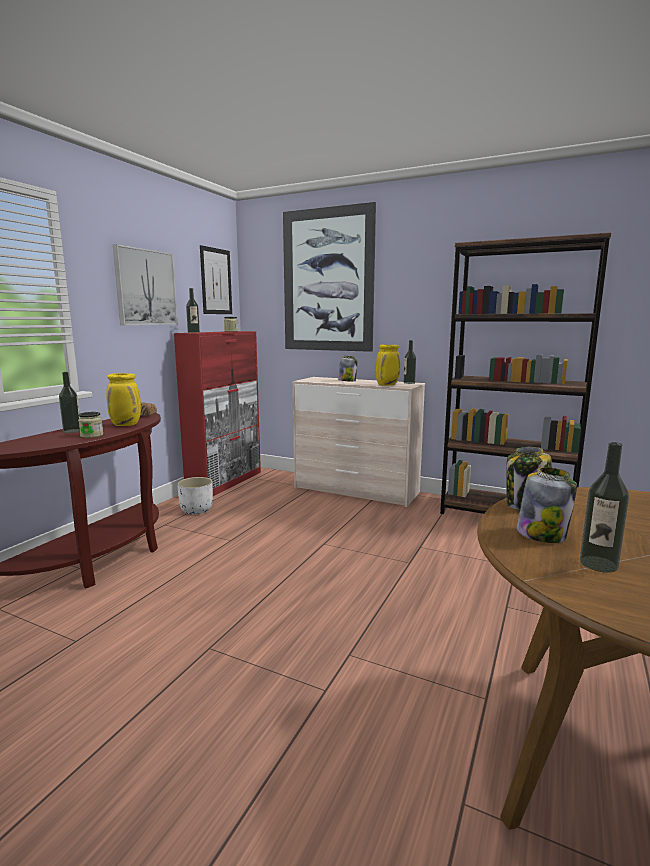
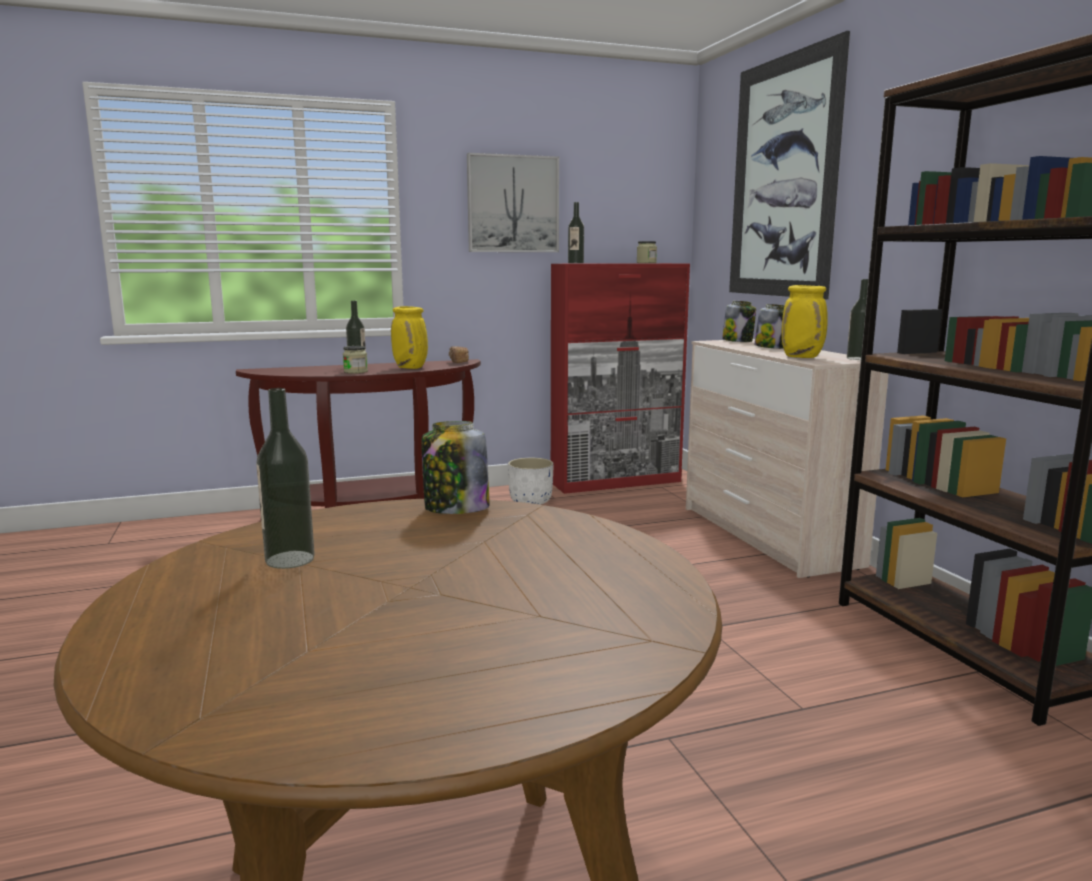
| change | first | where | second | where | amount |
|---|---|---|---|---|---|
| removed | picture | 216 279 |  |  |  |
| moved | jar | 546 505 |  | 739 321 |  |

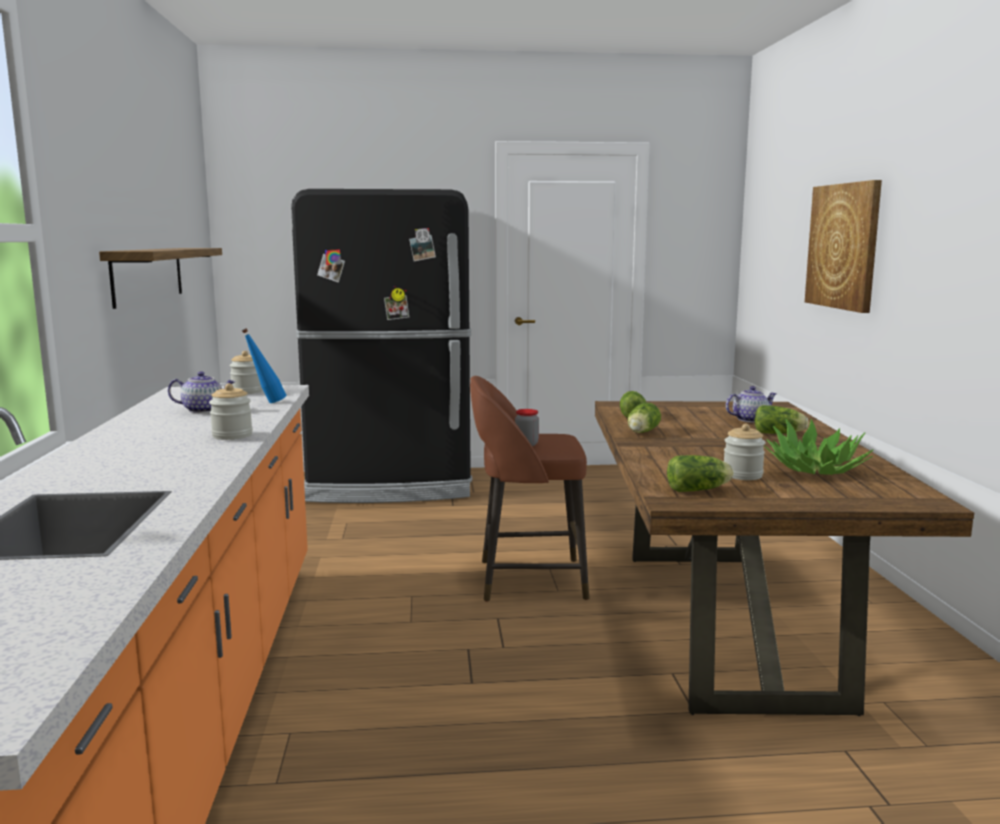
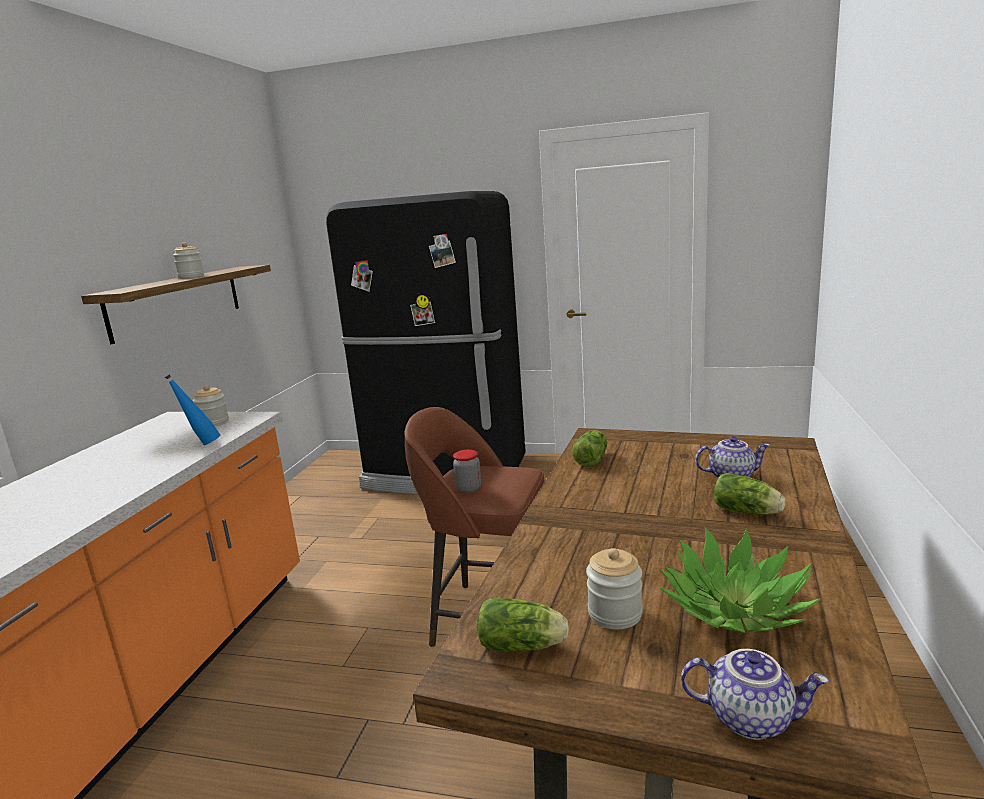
| change | first | where | second | where | amount |
|---|---|---|---|---|---|
| moved | teapot | 201 392 |  | 755 694 |  |
| moved | jar | 231 411 |  | 188 260 |  |
| removed | lettuce | 644 417 |  |  |  |
| removed | picture | 843 246 |  |  |  |

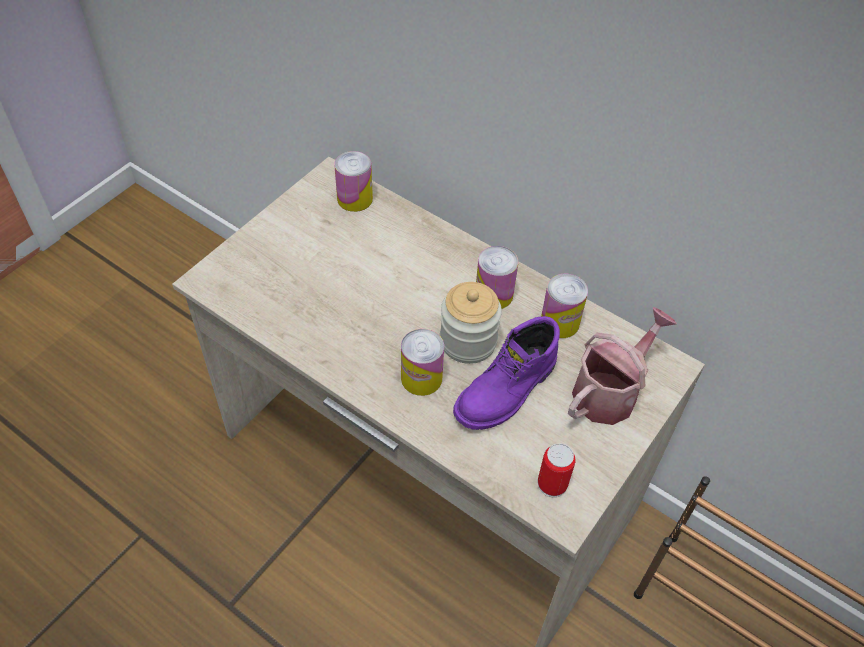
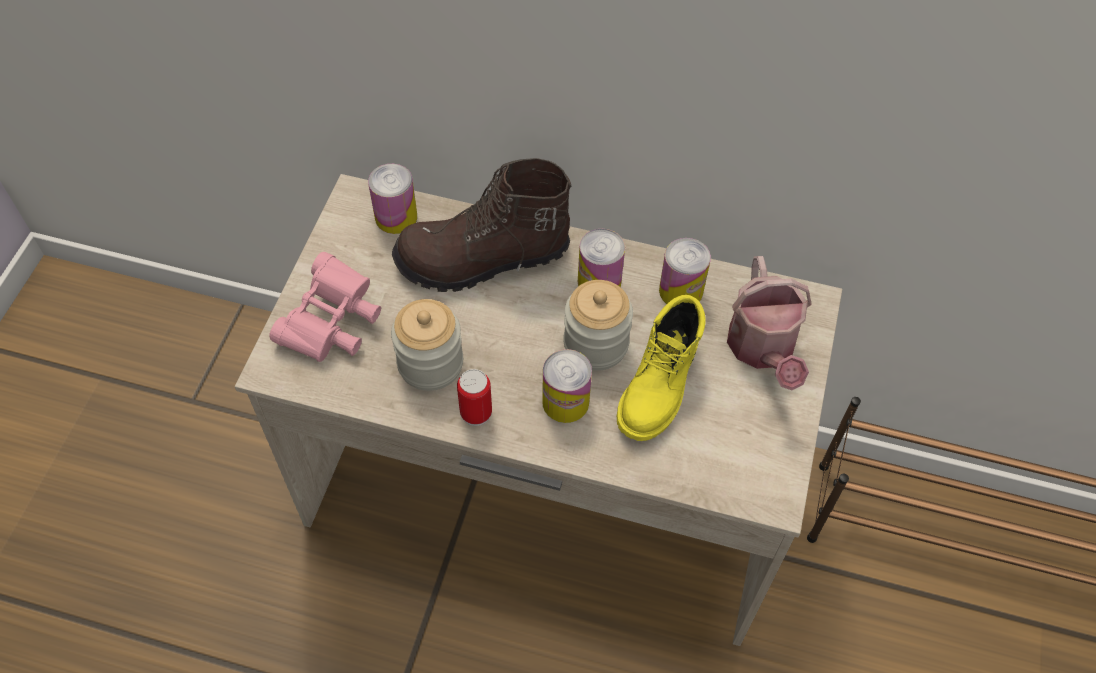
| change | first | where | second | where | amount |
|---|---|---|---|---|---|
| recoloured | purple boot | 506 373 | yellow boot | 660 368 |  |
| moved | can | 557 470 |  | 474 397 |  |
| turned | watering can | 622 366 |  | 769 323 | 150 degrees clockwise |
| added |  |  | pink binoculars | 325 307 |  |
| added |  |  | jar | 427 345 |  |
| added |  |  | brown boot | 481 225 |  |

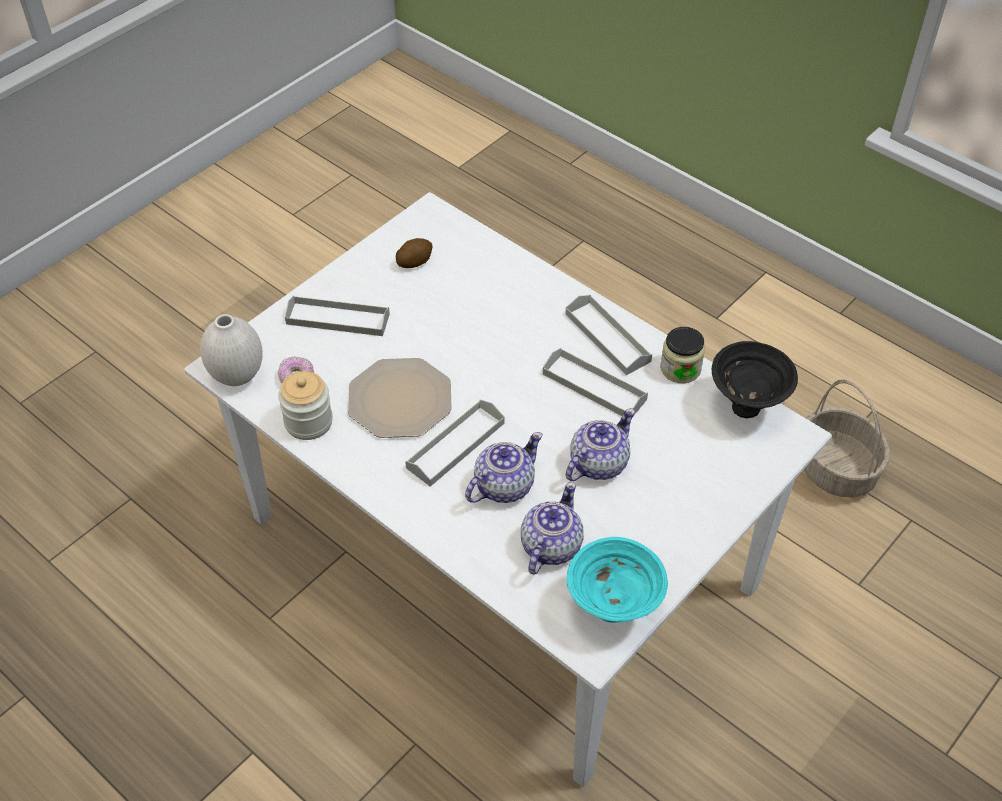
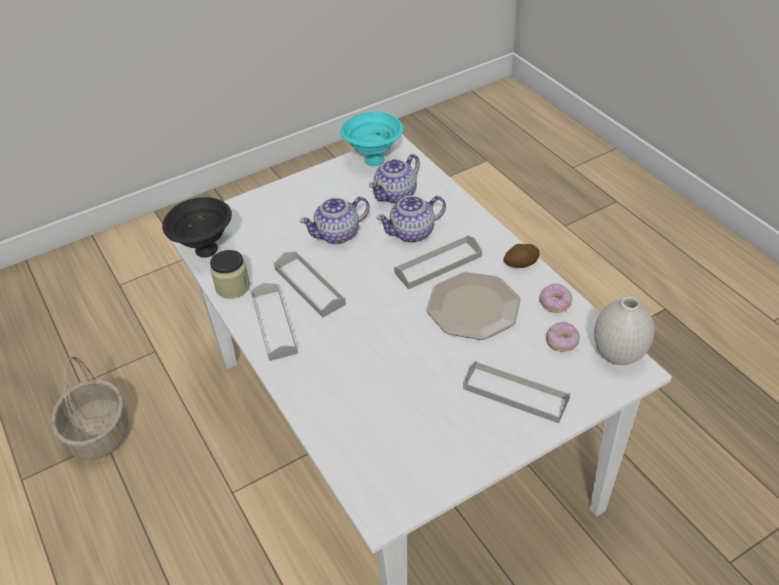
| change | first | where | second | where | amount |
|---|---|---|---|---|---|
| replaced | jar | 305 405 | donut | 555 298 |  |
| moved | potato | 414 253 |  | 522 256 |  |

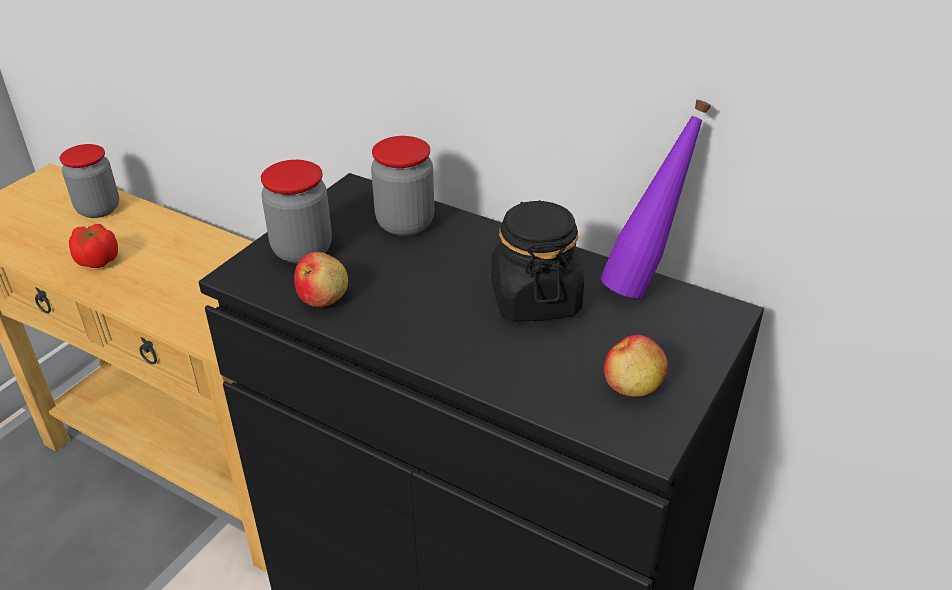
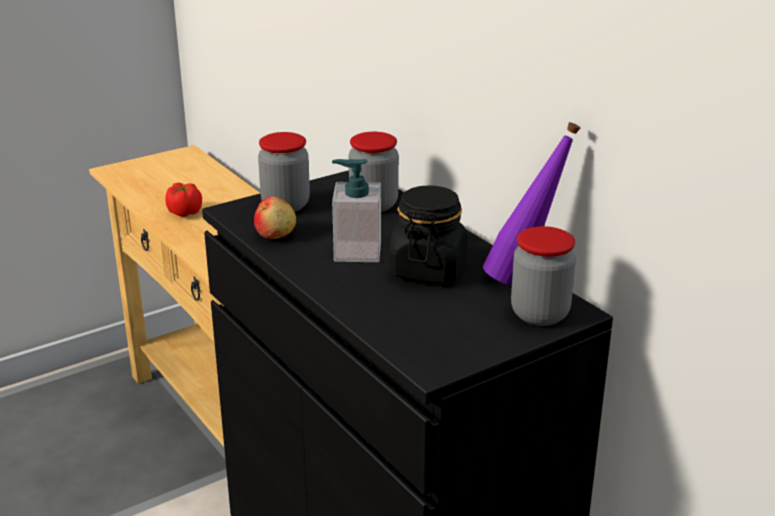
| change | first | where | second | where | amount |
|---|---|---|---|---|---|
| moved | jar | 89 181 |  | 543 276 |  |
| removed | apple | 636 366 |  |  |  |
| added |  |  | soap dispenser | 356 210 |  |

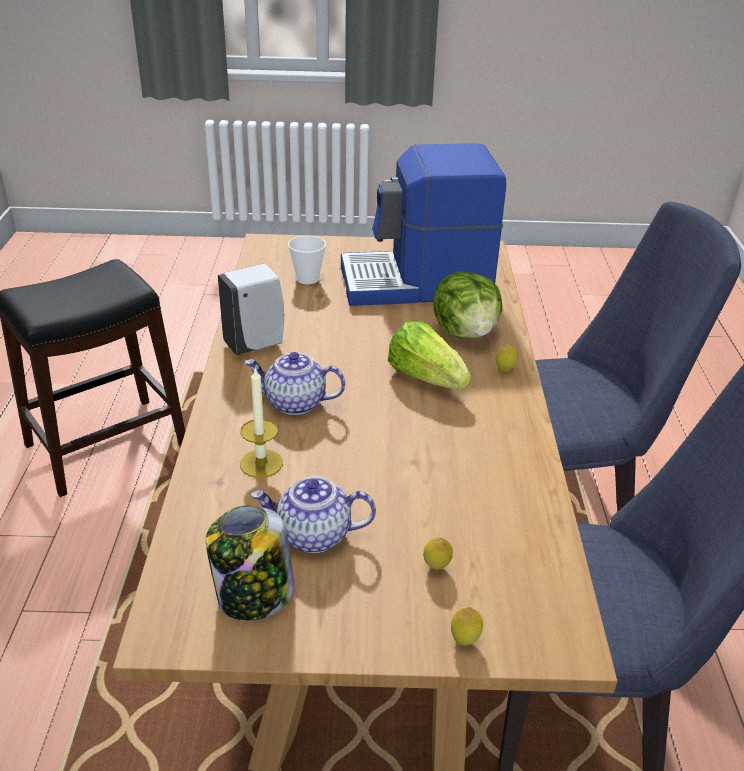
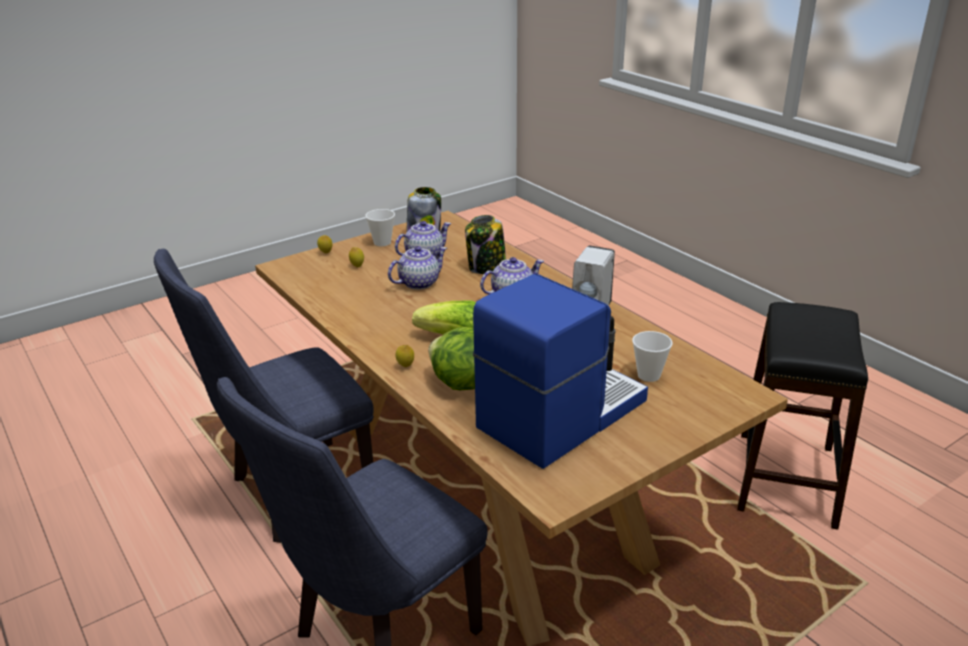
| change | first | where | second | where | amount |
|---|---|---|---|---|---|
| replaced | candle | 261 422 | jar | 485 244 |  |
| added |  |  | cup | 380 227 |  |
| added |  |  | teapot | 417 268 |  |

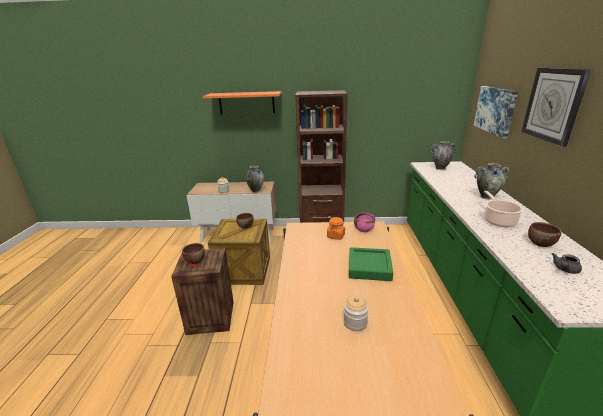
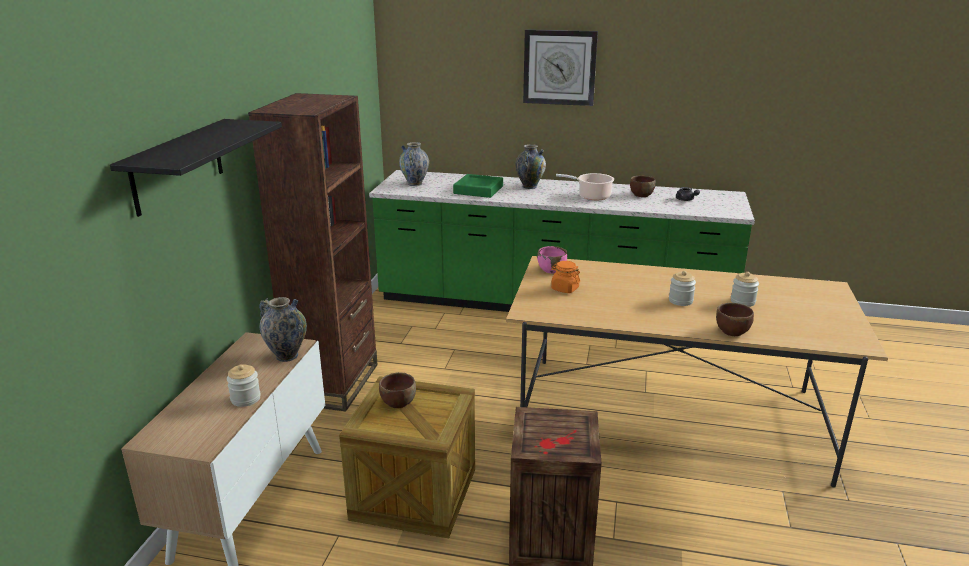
| change | first | where | second | where | amount |
|---|---|---|---|---|---|
| moved | brown bowl | 193 253 |  | 735 319 |  |
| recoloured | orange shelf | 242 103 | black shelf | 196 168 |  |
| moved | green tray | 371 264 |  | 478 186 |  |
| removed | picture | 496 112 |  |  |  |
| added |  |  | jar | 682 288 |  |

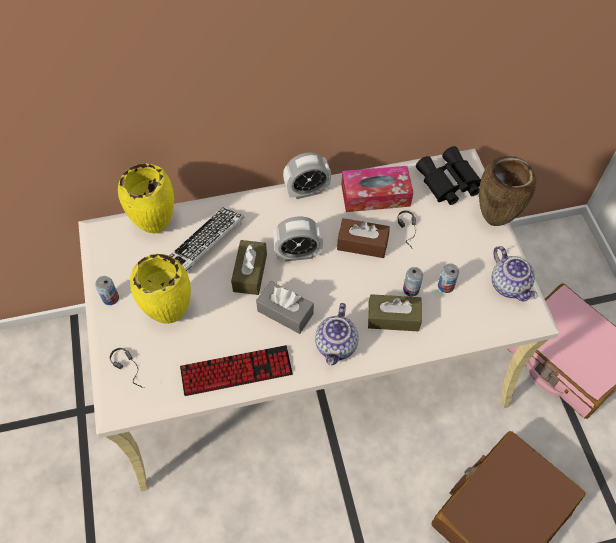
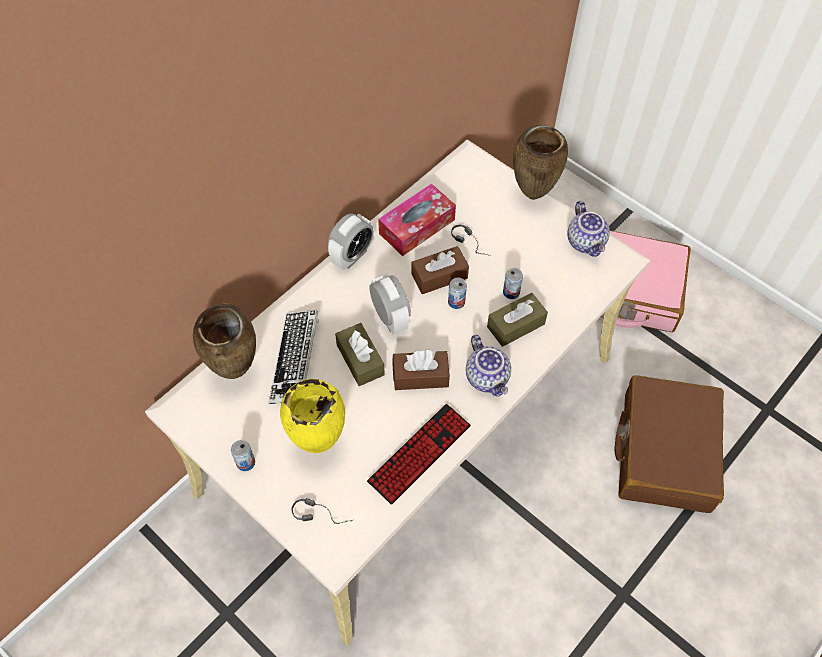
| change | first | where | second | where | amount |
|---|---|---|---|---|---|
| recoloured | yellow vase | 146 198 | brown vase | 224 341 |  |
| recoloured | grey tissue box | 285 307 | brown tissue box | 421 370 |  |
| turned | alarm clock | 298 239 |  | 390 304 | 75 degrees counterclockwise |
| removed | black binoculars | 448 175 |  |  |  |
| moved | can | 448 278 |  | 457 293 |  |
| turned | teapot | 515 273 |  | 588 229 | 45 degrees clockwise |

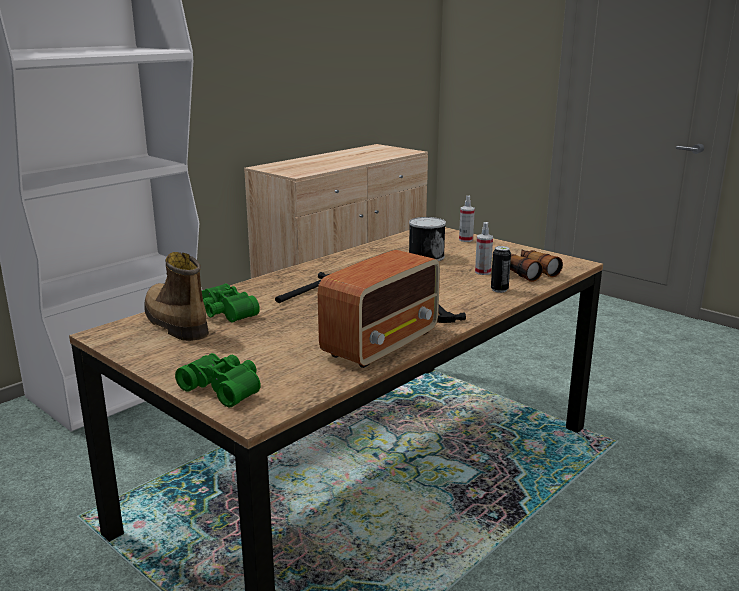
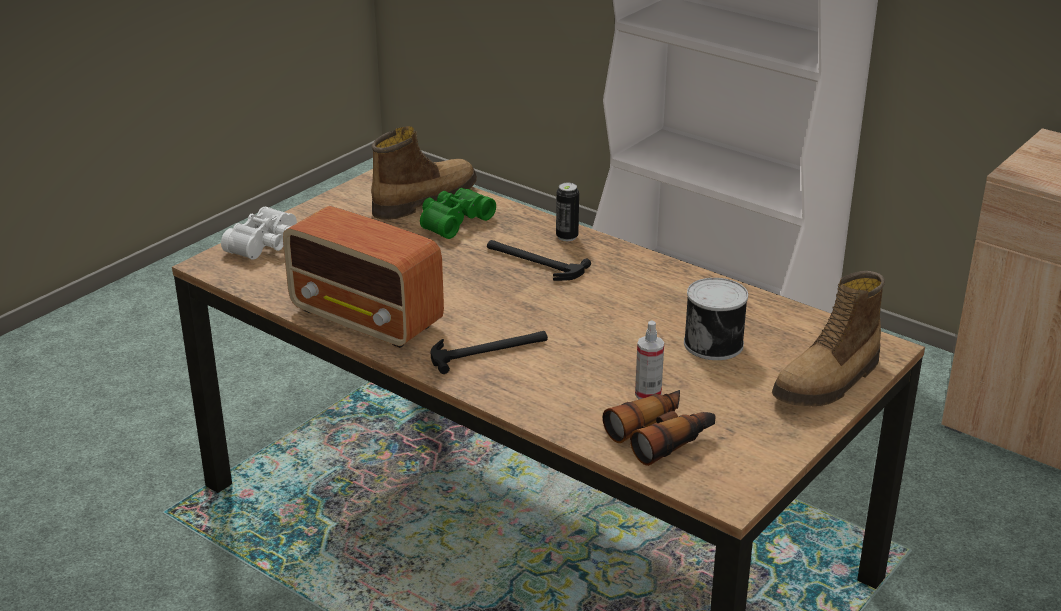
| change | first | where | second | where | amount |
|---|---|---|---|---|---|
| recoloured | green binoculars | 218 380 | white binoculars | 259 233 |  |
| replaced | spray bottle | 467 218 | boot | 828 338 |  |
| moved | can | 501 269 |  | 567 211 |  |

